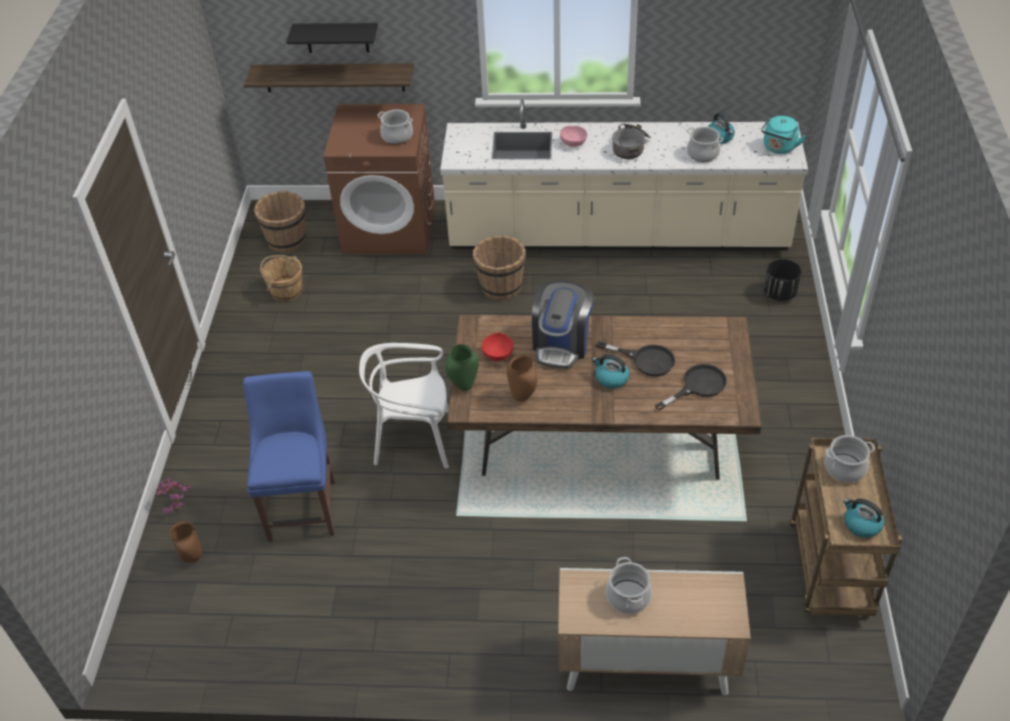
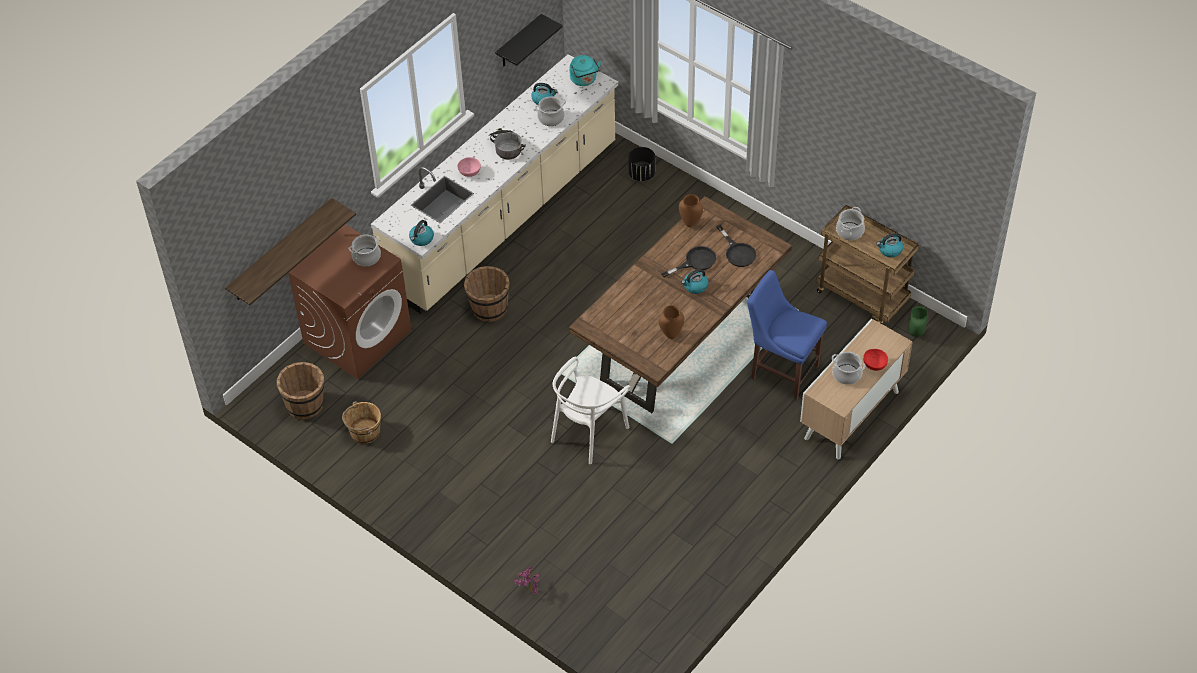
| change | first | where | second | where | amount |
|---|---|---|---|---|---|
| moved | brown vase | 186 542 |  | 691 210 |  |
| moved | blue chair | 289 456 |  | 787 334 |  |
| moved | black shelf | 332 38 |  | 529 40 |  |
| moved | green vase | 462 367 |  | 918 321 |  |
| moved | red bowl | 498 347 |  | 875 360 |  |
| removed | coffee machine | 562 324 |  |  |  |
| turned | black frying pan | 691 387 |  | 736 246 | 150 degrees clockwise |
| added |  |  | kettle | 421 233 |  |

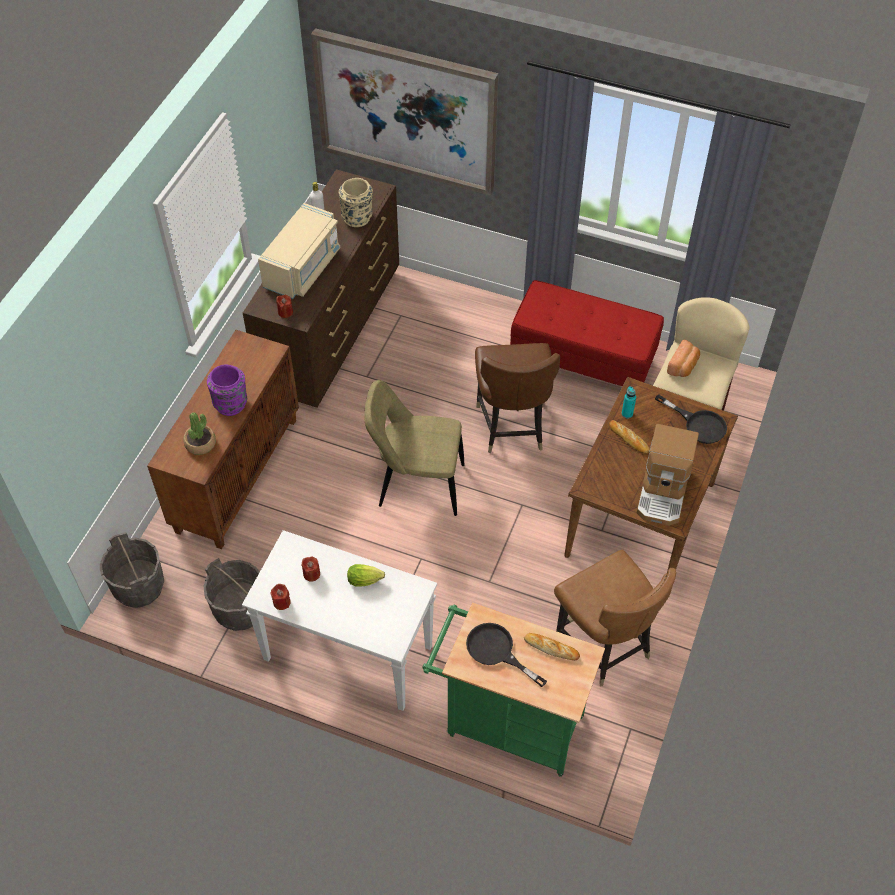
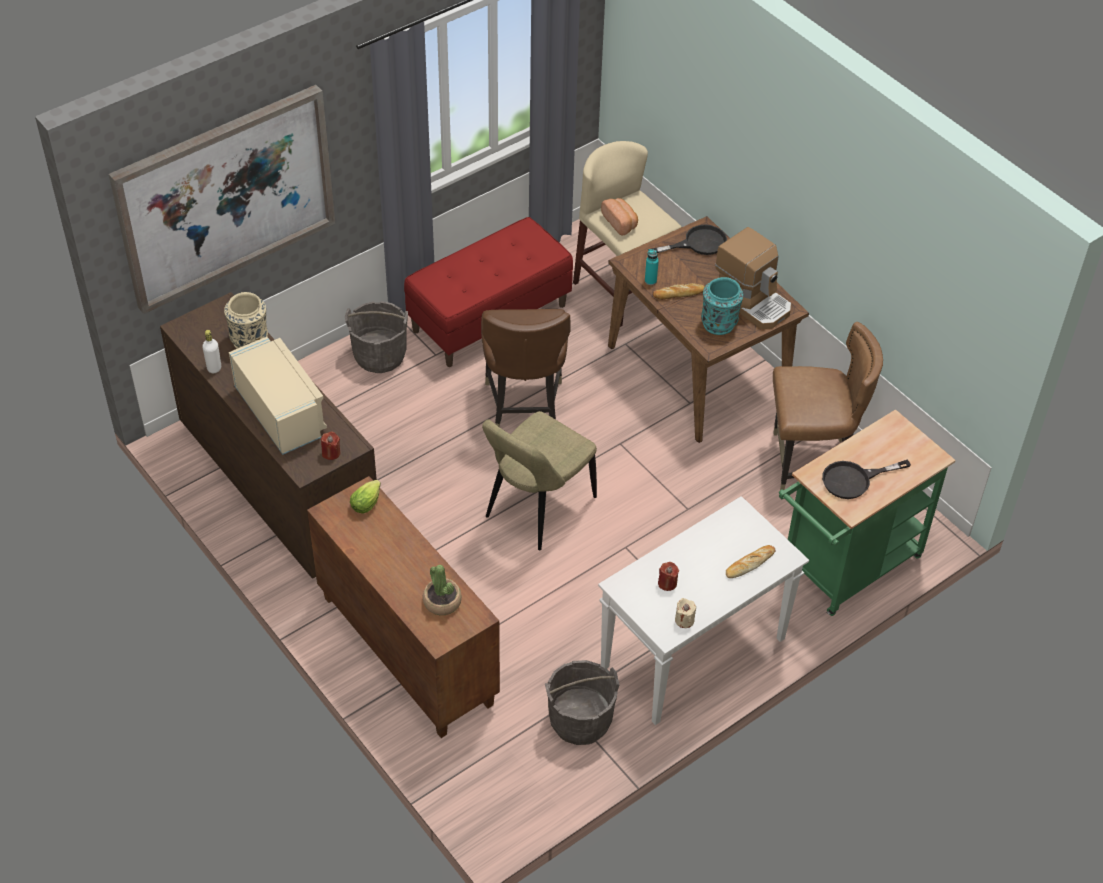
| change | first | where | second | where | amount |
|---|---|---|---|---|---|
| moved | grey bucket | 132 570 |  | 376 337 |  |
| removed | purple vase | 227 390 |  |  |  |
| recoloured | red candle | 280 597 | beige candle | 685 613 |  |
| moved | lettuce | 366 575 |  | 365 497 |  |
| turned | brown chair | 517 398 |  | 526 368 | 60 degrees clockwise |
| moved | bread | 552 646 |  | 751 561 |  |
| added |  |  | turquoise vase | 722 306 |  |

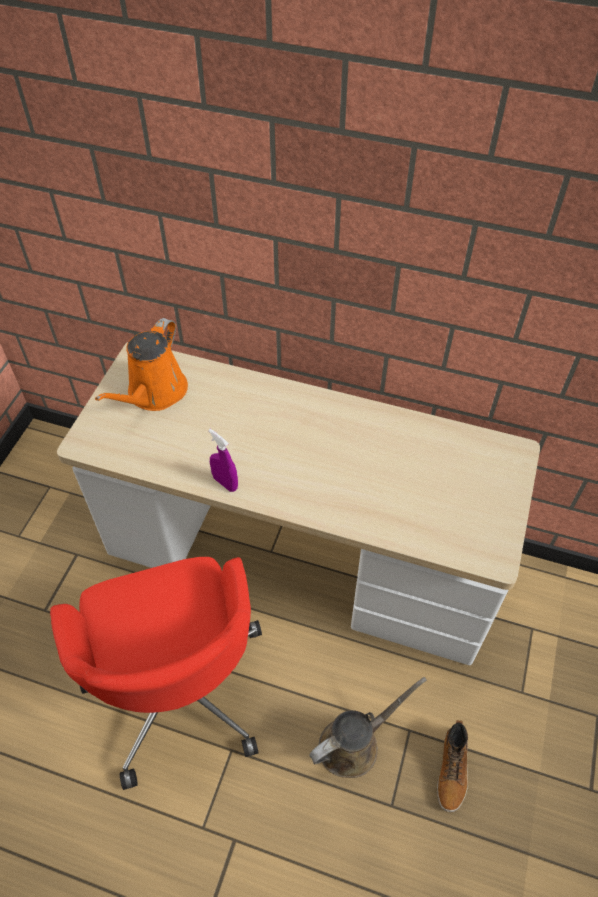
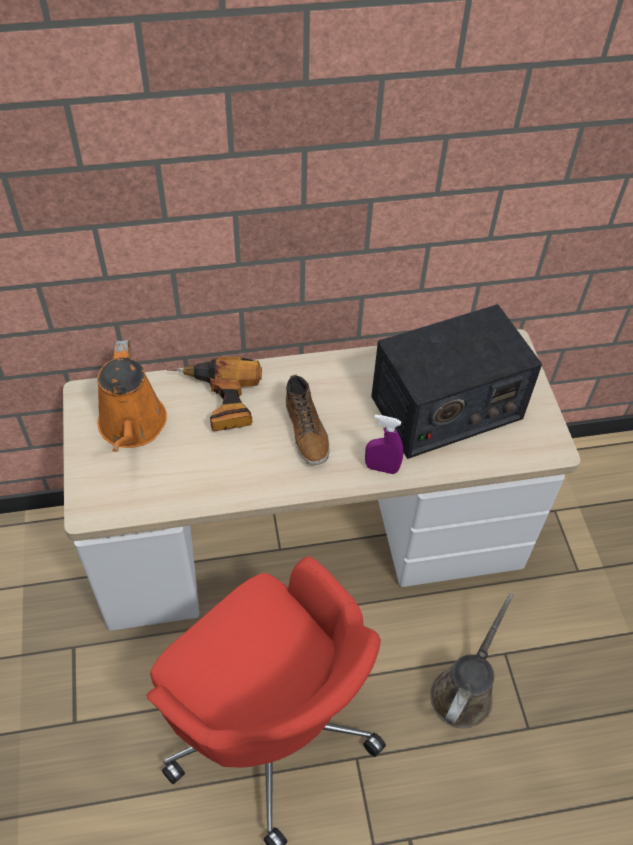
| change | first | where | second | where | amount |
|---|---|---|---|---|---|
| moved | purple spray bottle | 223 460 |  | 384 444 |  |
| moved | boot | 452 766 |  | 307 419 |  |
| added |  |  | power drill | 214 394 |  |
| added |  |  | radio | 456 381 |  |

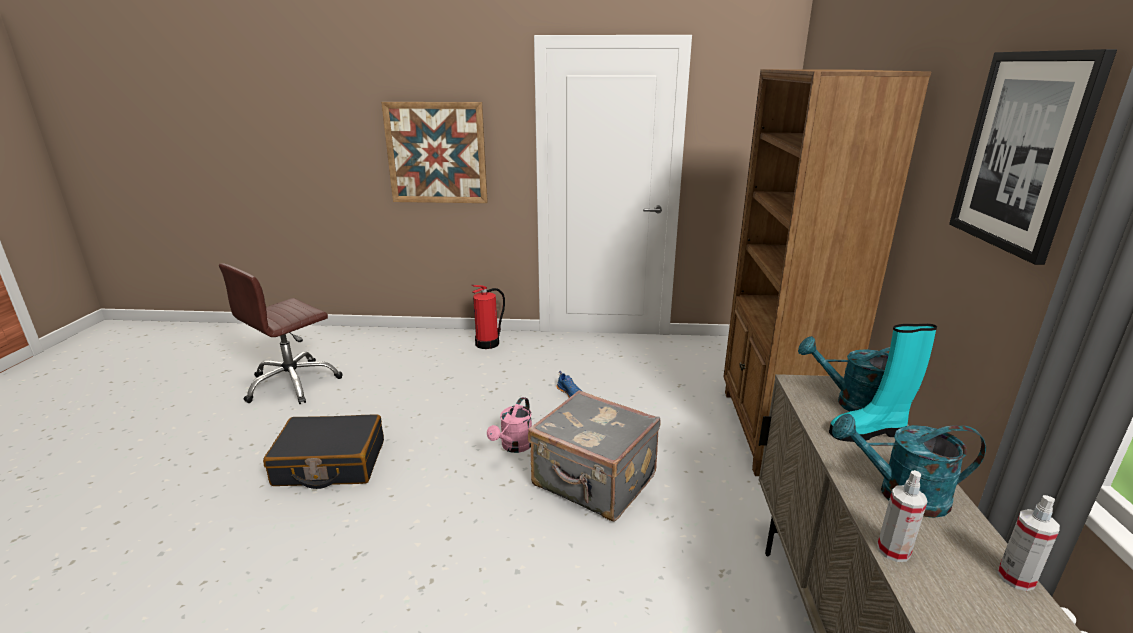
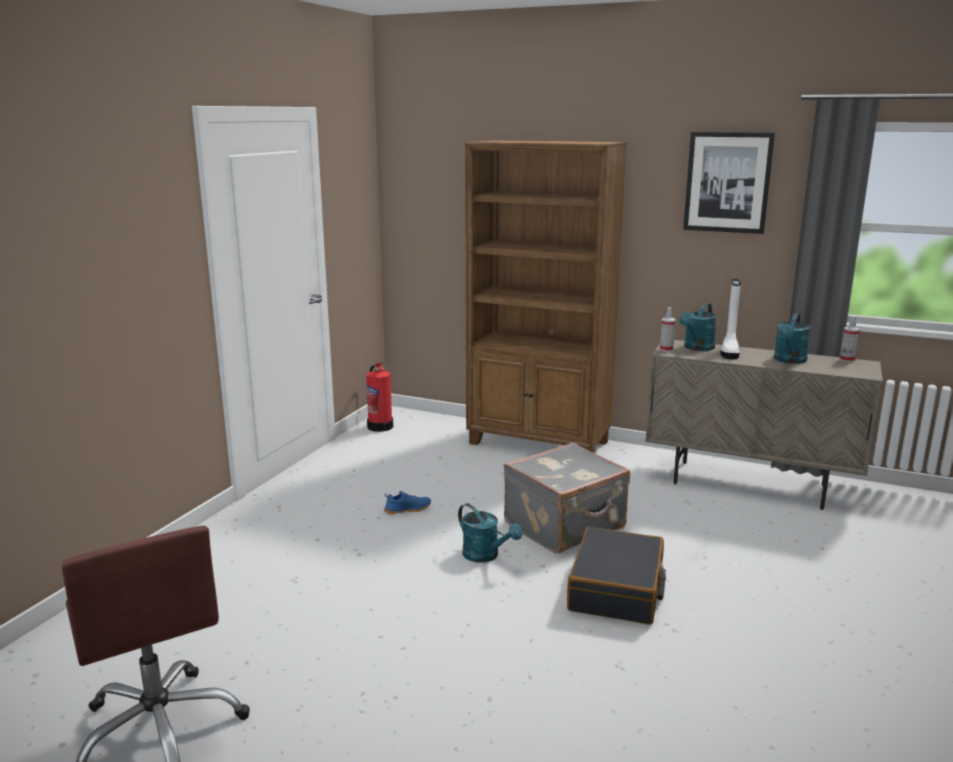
| change | first | where | second | where | amount |
|---|---|---|---|---|---|
| moved | black suitcase | 323 451 |  | 616 576 |  |
| removed | picture | 434 152 |  |  |  |
| moved | fire extinguisher | 488 317 |  | 379 397 |  |
| recoloured | pink watering can | 509 425 | turquoise watering can | 490 533 |  |
| recoloured | turquoise boot | 883 383 | white boot | 730 319 |  |
| moved | spray bottle | 902 516 |  | 668 329 |  |

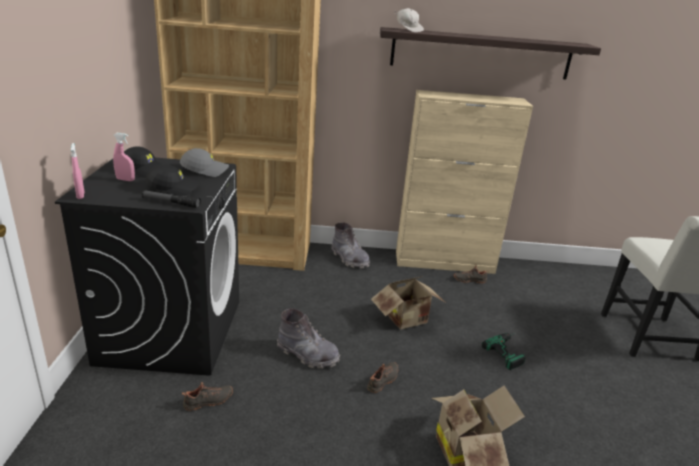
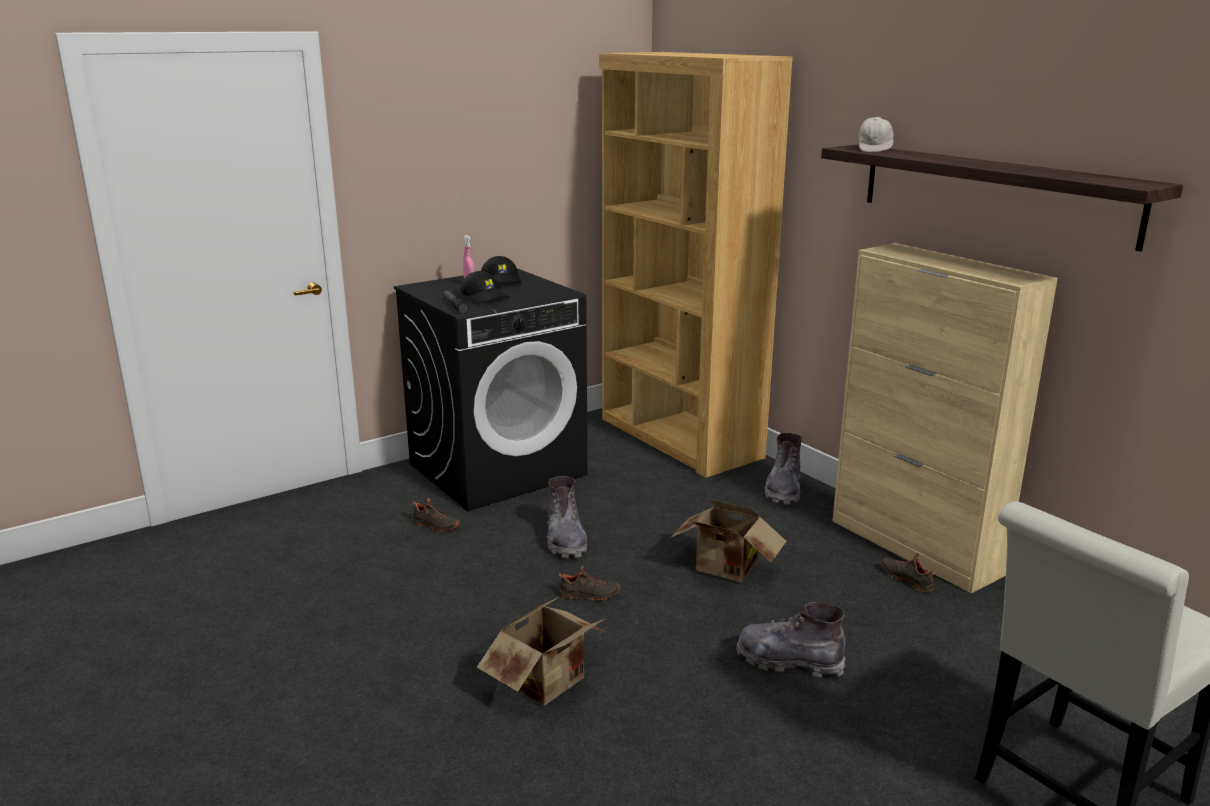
| change | first | where | second | where | amount |
|---|---|---|---|---|---|
| removed | pink spray bottle | 77 171 |  |  |  |
| removed | grey cap | 204 162 |  |  |  |
| replaced | power drill | 504 351 | grey boot | 791 639 |  |

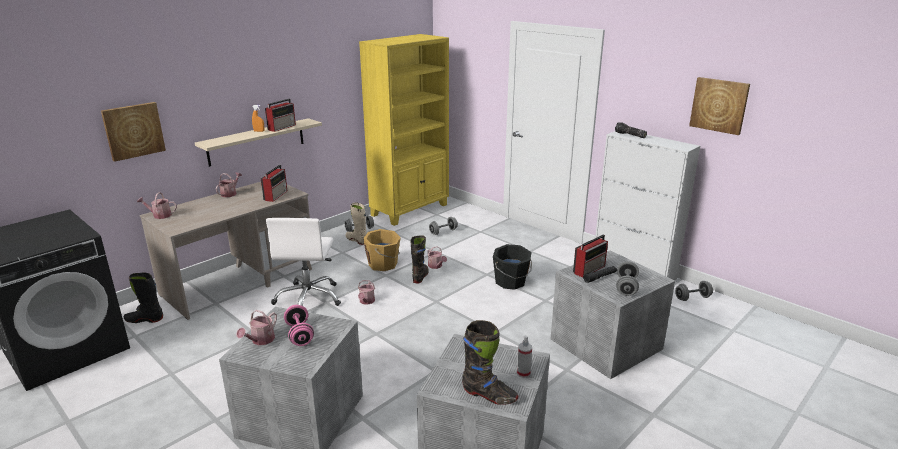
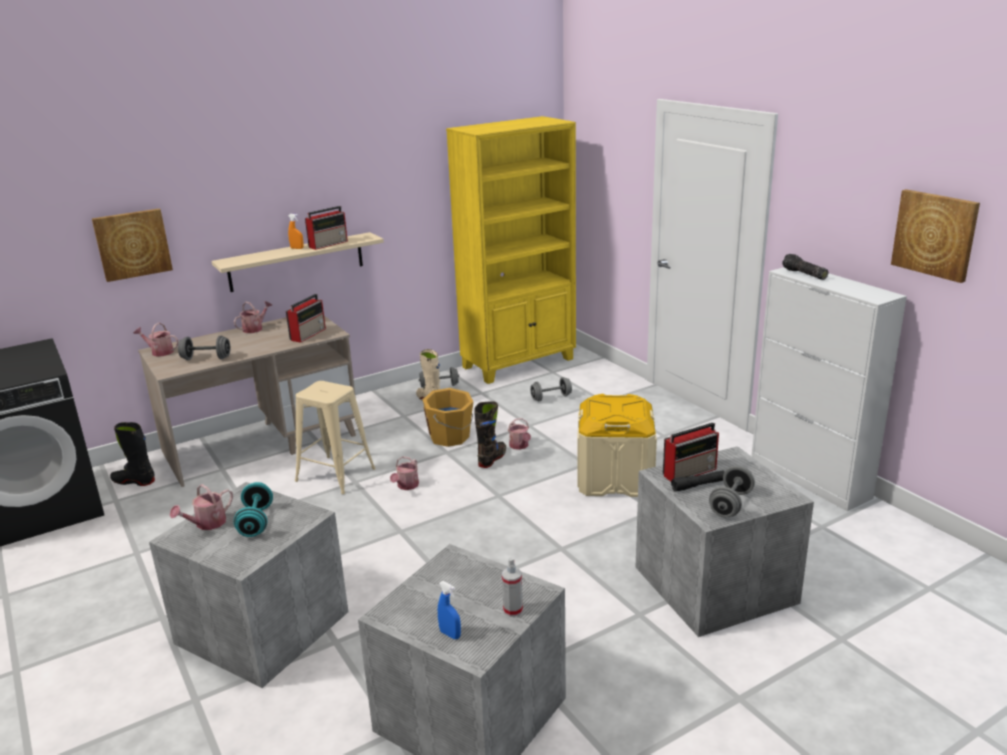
| change | first | where | second | where | amount |
|---|---|---|---|---|---|
| replaced | white office chair | 303 262 | beige stool | 335 437 |  |
| recoloured | pink dumbbell | 299 325 | turquoise dumbbell | 253 509 |  |
| replaced | black boot | 490 362 | blue spray bottle | 449 610 |  |
| replaced | black bucket | 512 267 | beige storage box | 617 445 |  |
| moved | grey dumbbell | 694 291 |  | 204 348 |  |

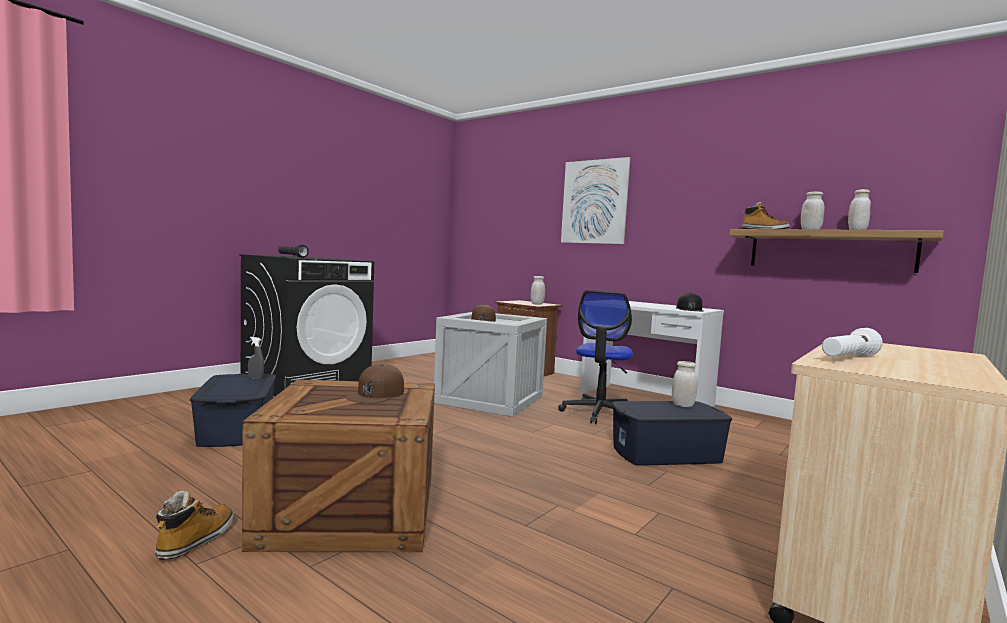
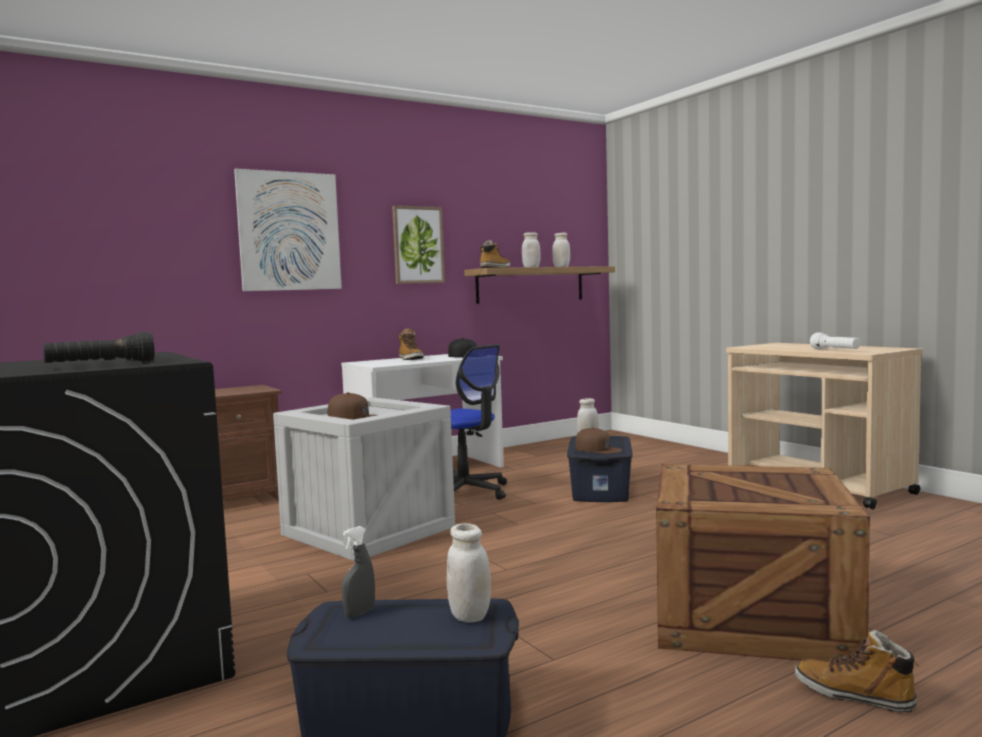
| change | first | where | second | where | amount |
|---|---|---|---|---|---|
| moved | brown cap | 374 383 |  | 598 441 |  |
| moved | white jar | 538 290 |  | 469 573 |  |
| added |  |  | picture | 418 244 |  |
| added |  |  | boot | 411 344 |  |

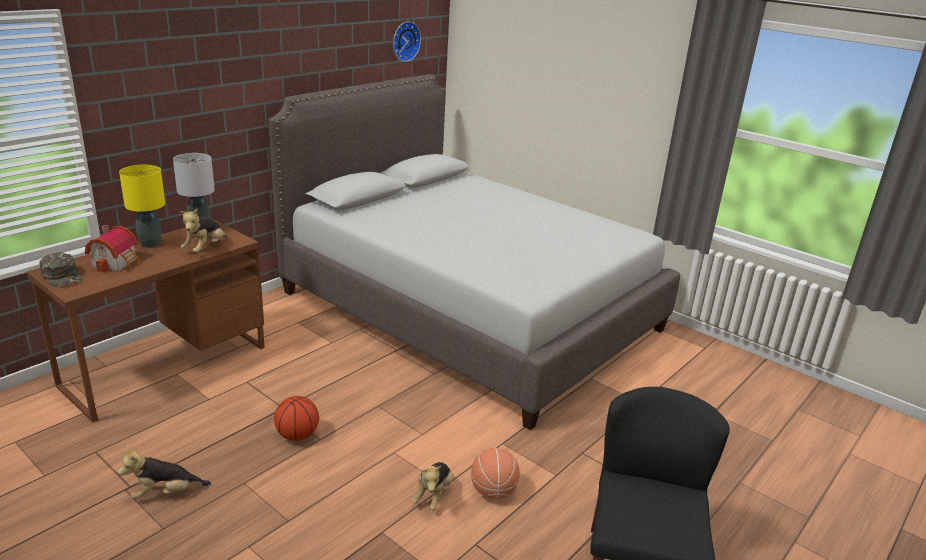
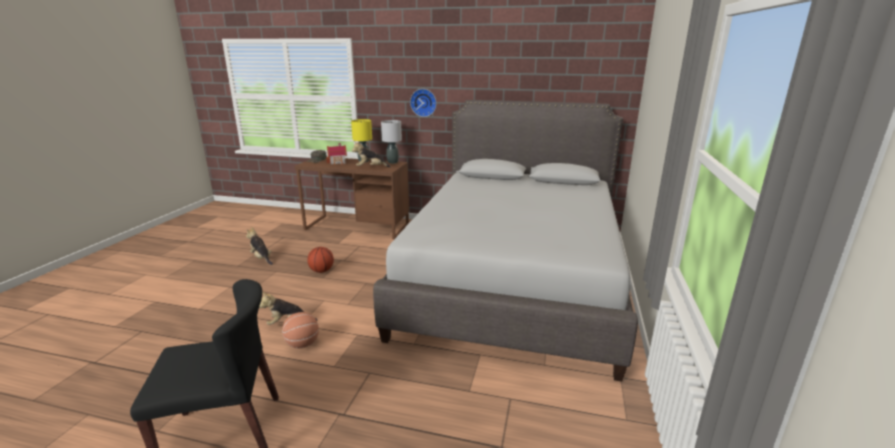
| change | first | where | second | where | amount |
|---|---|---|---|---|---|
| moved | wall clock | 407 41 |  | 423 103 |  |

